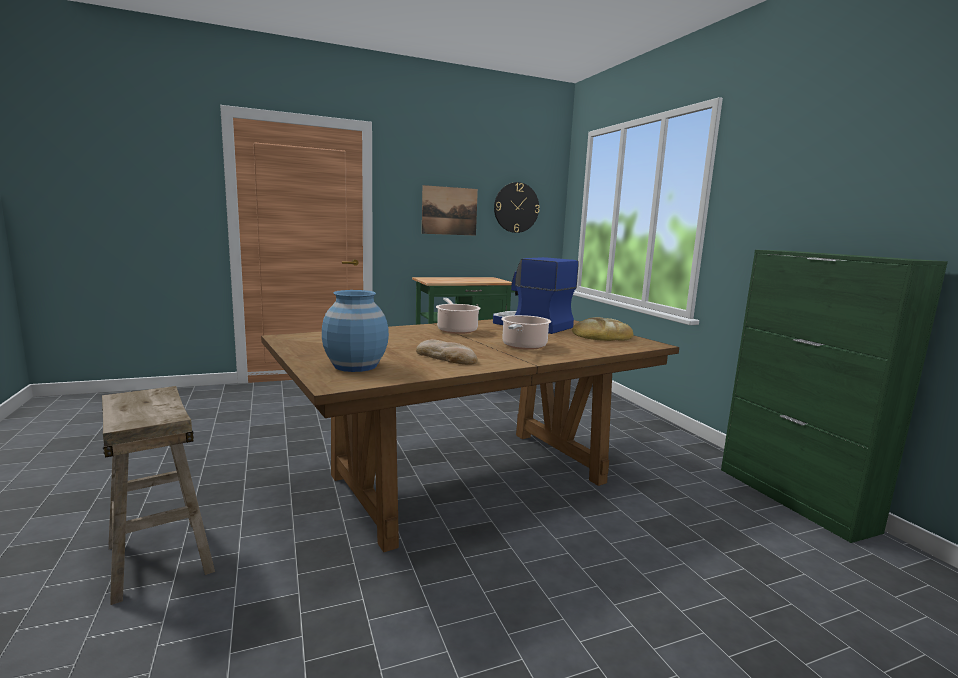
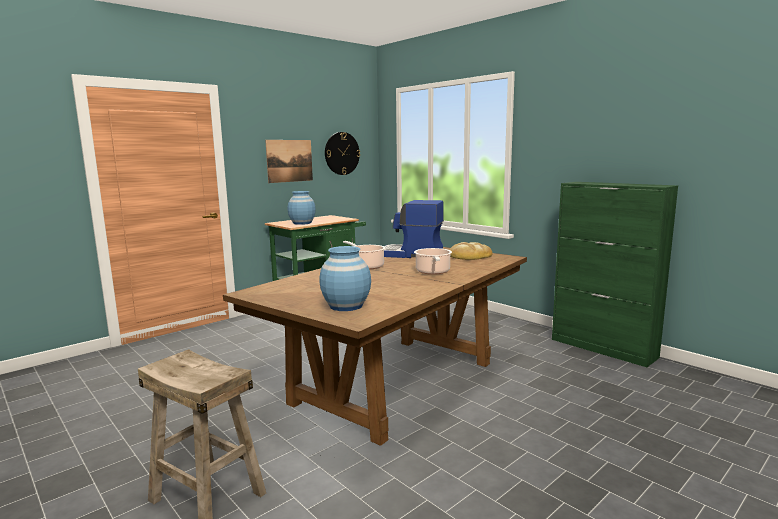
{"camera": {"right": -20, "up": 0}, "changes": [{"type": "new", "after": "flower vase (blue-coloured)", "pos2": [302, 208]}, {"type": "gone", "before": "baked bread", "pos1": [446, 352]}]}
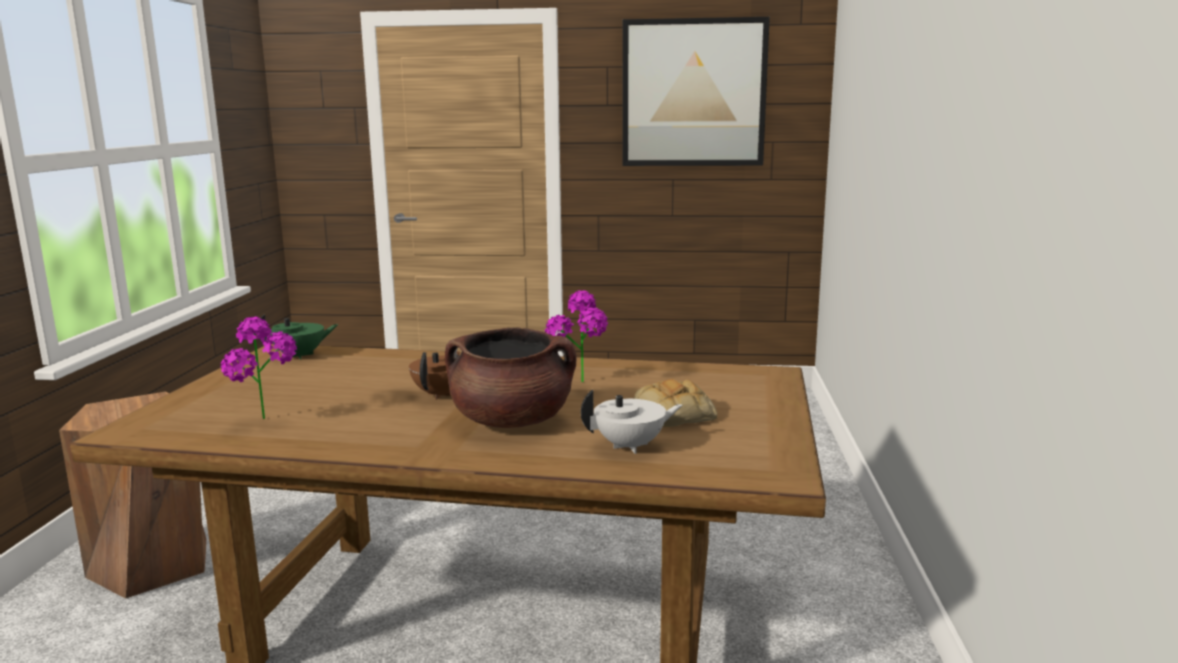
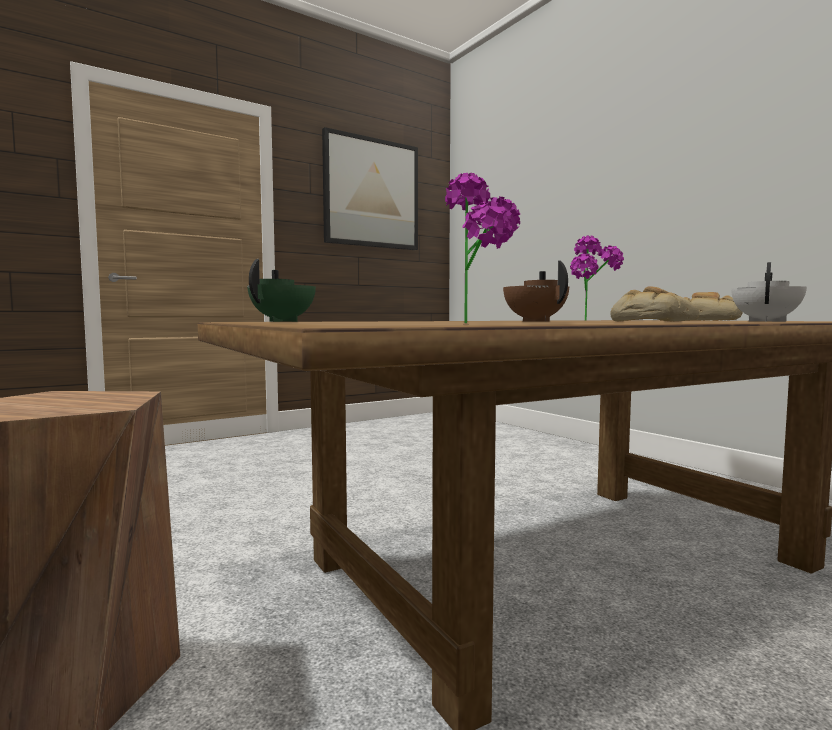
{"camera": {"right": -40, "up": -10}, "changes": [{"type": "swapped", "before": "cooking pot (brown)", "after": "baked bread", "pos1": [510, 377], "pos2": [654, 304]}]}
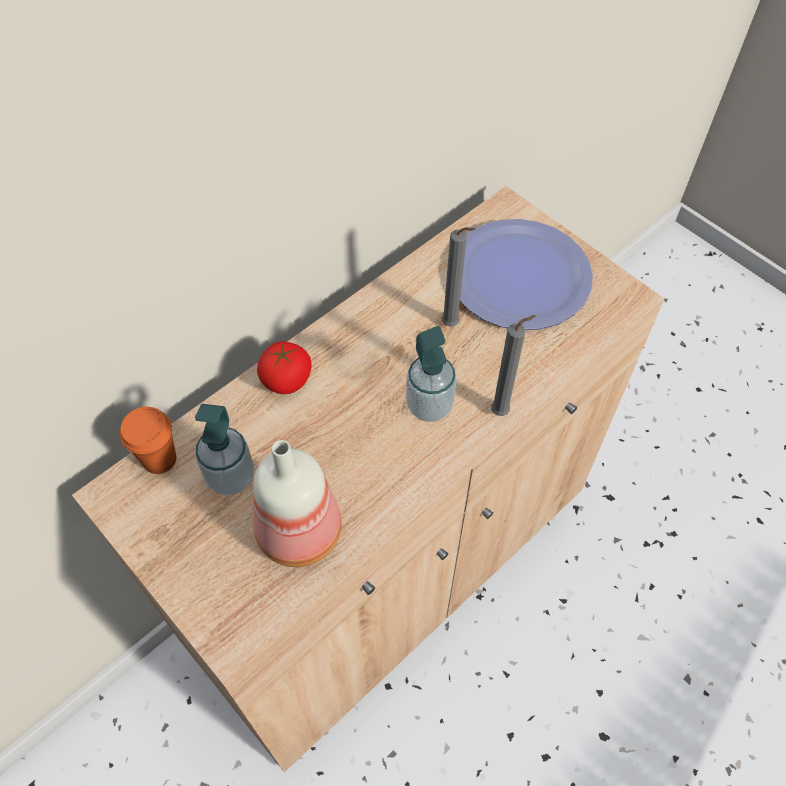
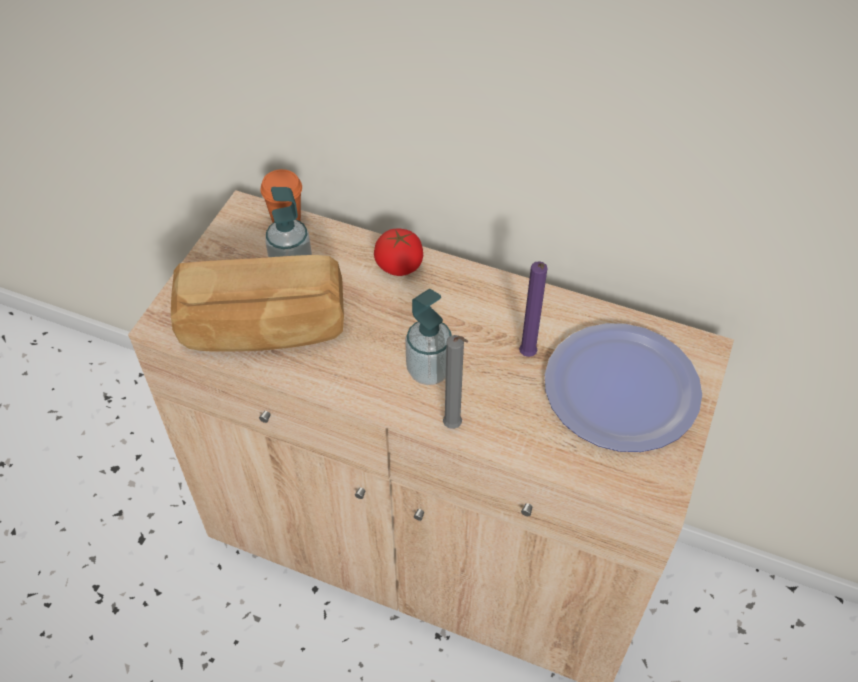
{"camera": {"right": 65, "up": -5}, "changes": [{"type": "swapped", "before": "beverage bottle", "after": "baked bread", "pos1": [297, 503], "pos2": [257, 303]}, {"type": "repainted", "before": "wax light (greyish)", "after": "wax light (purplish)", "pos1": [459, 277], "pos2": [533, 309]}]}
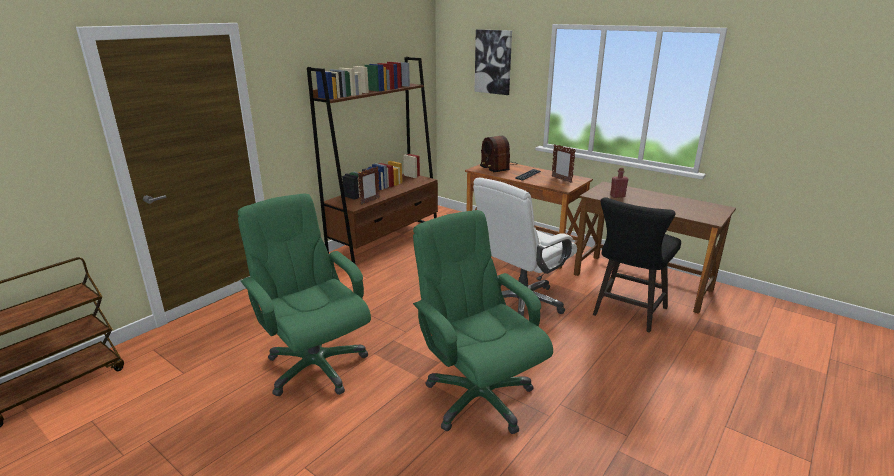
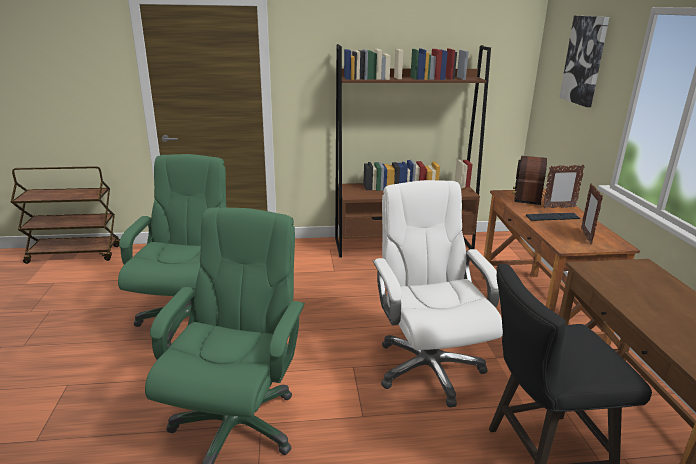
{"camera": {"right": 45, "up": 0}, "changes": [{"type": "rotated", "before": "computer chair (whitish)", "pos1": [525, 247], "pos2": [437, 294], "turn": 75}, {"type": "shifted", "before": "standing frame", "pos1": [369, 185], "pos2": [564, 186]}, {"type": "gone", "before": "beverage bottle (red)", "pos1": [619, 182]}]}
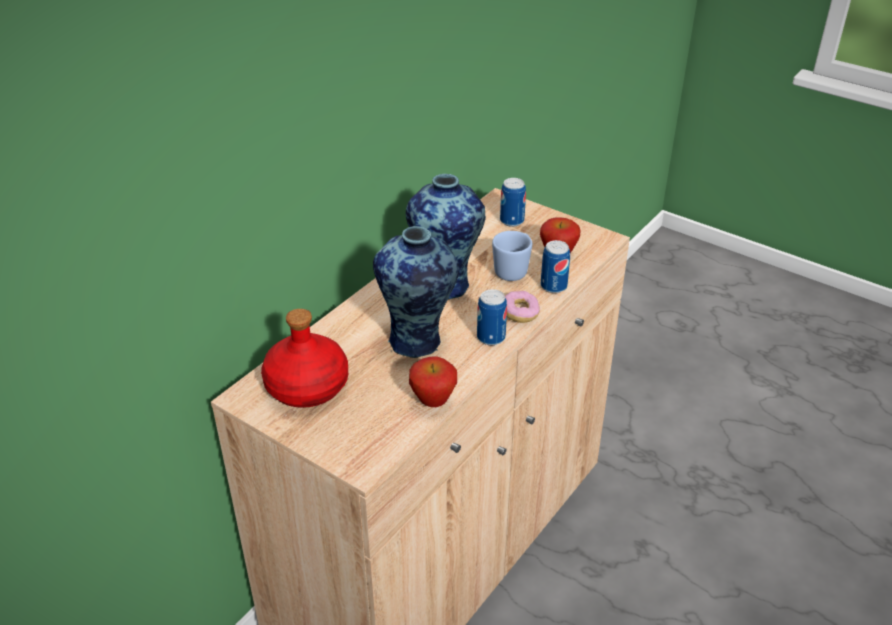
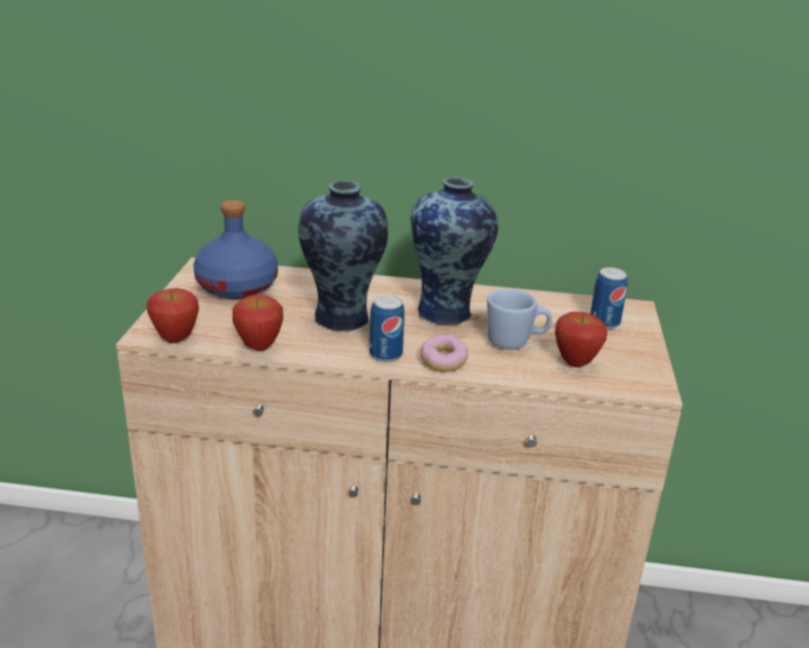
{"camera": {"right": 60, "up": -10}, "changes": [{"type": "new", "after": "apple", "pos2": [173, 315]}, {"type": "repainted", "before": "beverage bottle (red)", "after": "beverage bottle (blue-coloured)", "pos1": [304, 358], "pos2": [235, 249]}, {"type": "gone", "before": "metal can", "pos1": [555, 266]}]}
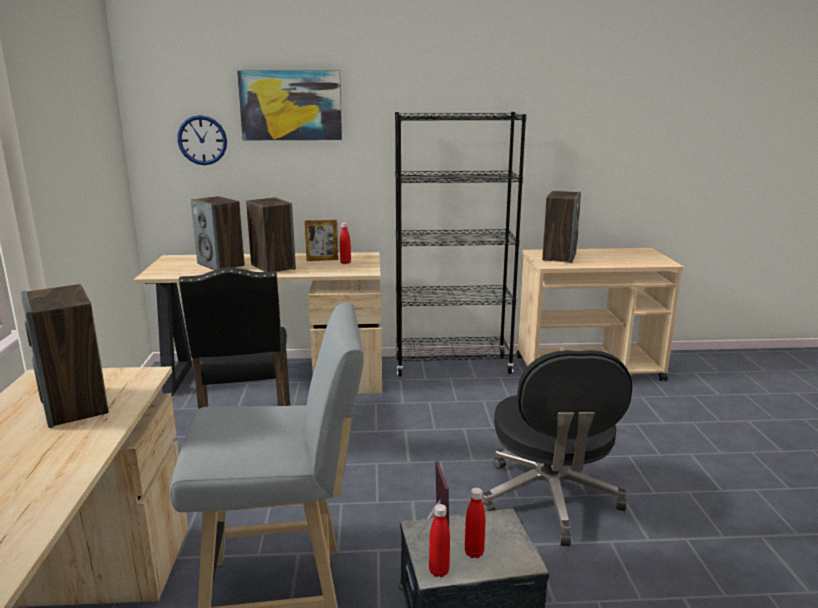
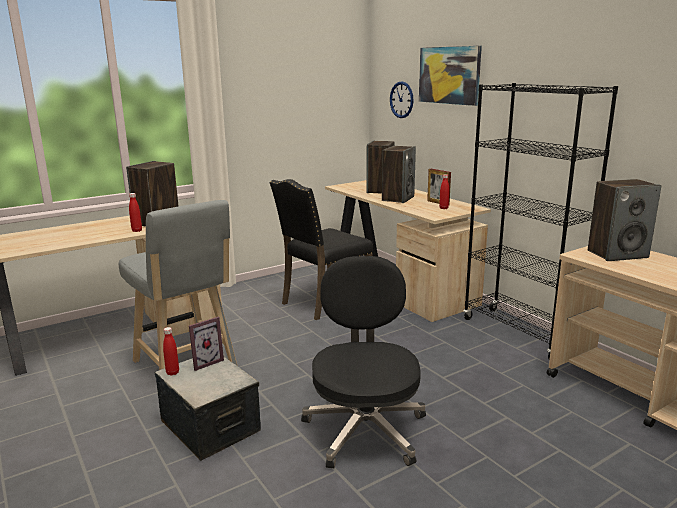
{"camera": {"right": 60, "up": 0}, "changes": [{"type": "shifted", "before": "beverage bottle (red)", "pos1": [475, 523], "pos2": [135, 212]}, {"type": "rotated", "before": "computer chair (black)", "pos1": [558, 448], "pos2": [363, 362], "turn": 120}]}
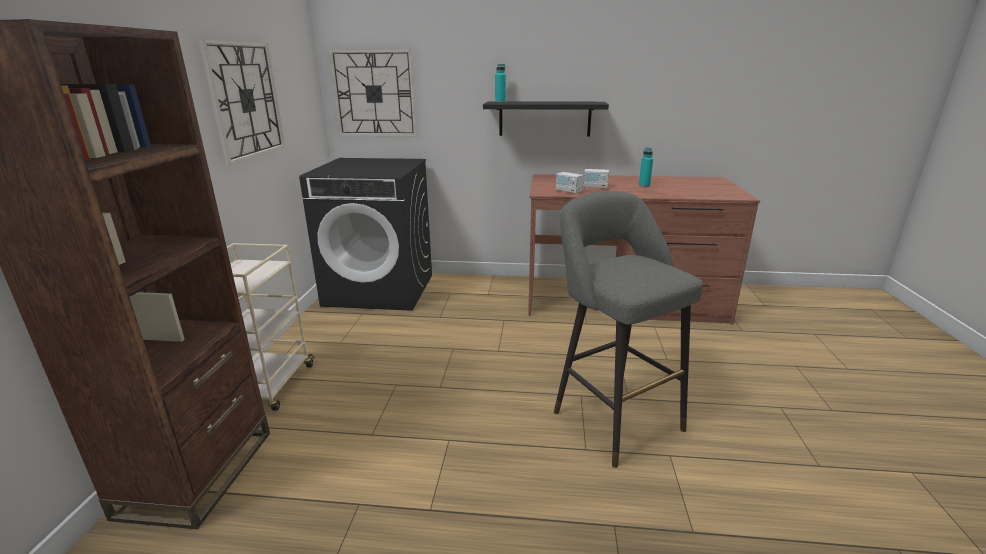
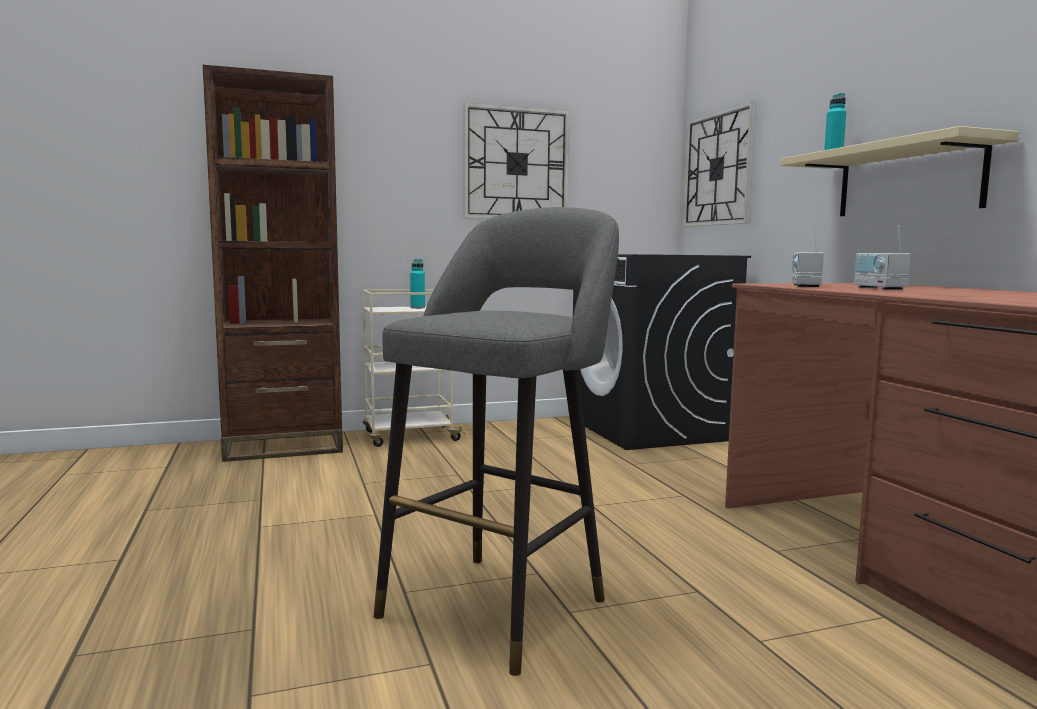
{"camera": {"right": 65, "up": -15}, "changes": [{"type": "shifted", "before": "beverage bottle (blue-green)", "pos1": [646, 167], "pos2": [417, 284]}, {"type": "repainted", "before": "bracket shelf (black)", "after": "bracket shelf (beige-coloured)", "pos1": [546, 119], "pos2": [900, 171]}]}
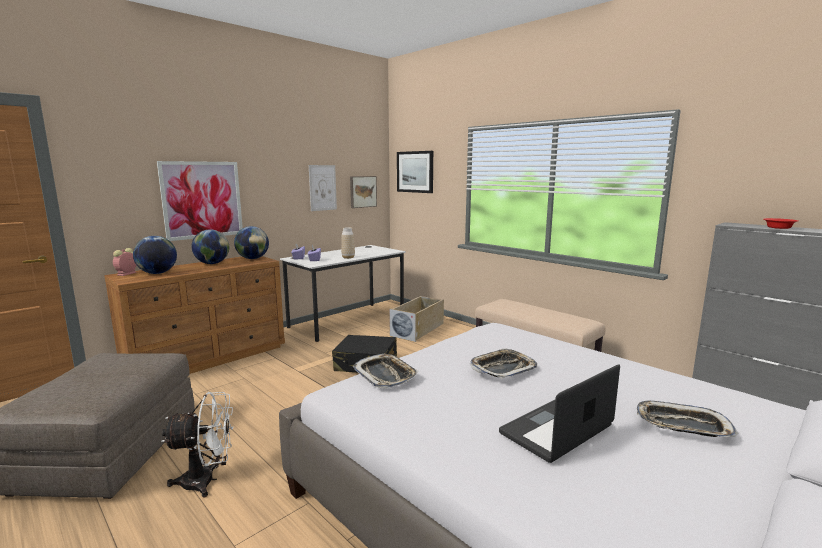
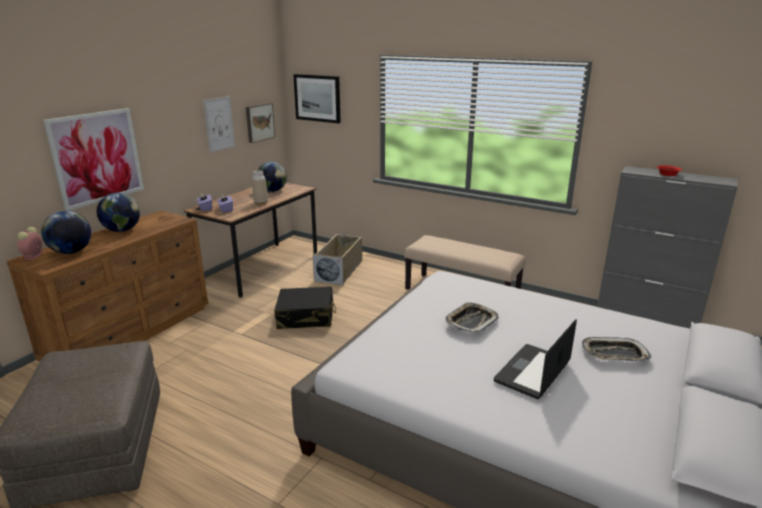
{"camera": {"right": -15, "up": 10}, "changes": [{"type": "repainted", "before": "desk (whitish)", "after": "desk (brown)", "pos1": [343, 293], "pos2": [250, 240]}, {"type": "shifted", "before": "world globe", "pos1": [251, 242], "pos2": [272, 177]}, {"type": "gone", "before": "cooling fan (whitish)", "pos1": [197, 445]}, {"type": "gone", "before": "carrying tray", "pos1": [385, 371]}]}
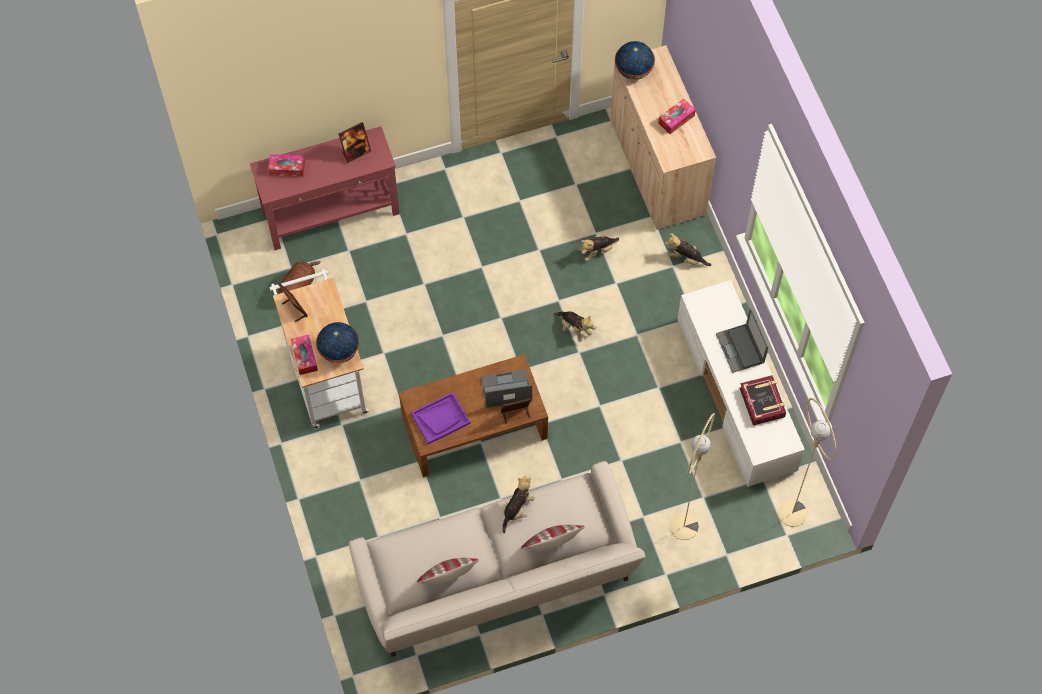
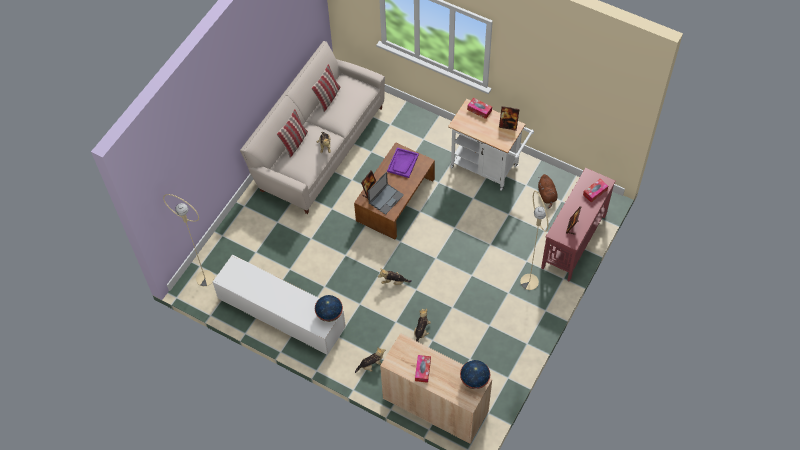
{"camera": {"right": 140, "up": -5}, "changes": [{"type": "shifted", "before": "world globe", "pos1": [337, 342], "pos2": [329, 308]}, {"type": "shifted", "before": "floor lamp (beige-coloured)", "pos1": [692, 476], "pos2": [534, 240]}, {"type": "gone", "before": "portable computer", "pos1": [742, 340]}, {"type": "gone", "before": "volume", "pos1": [763, 400]}]}
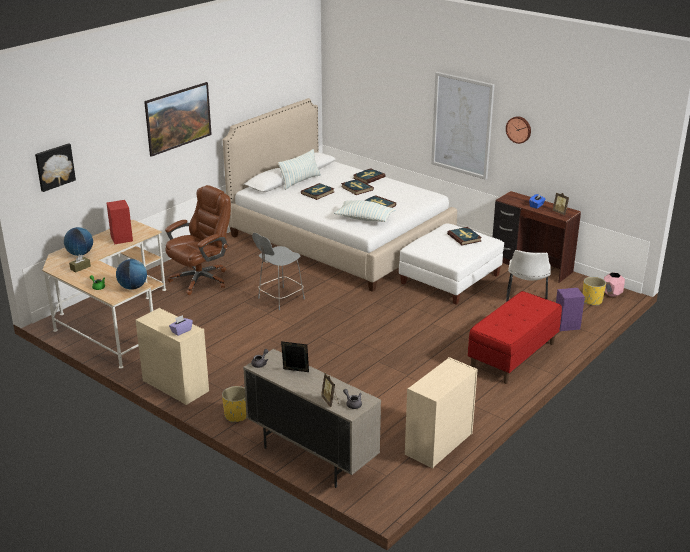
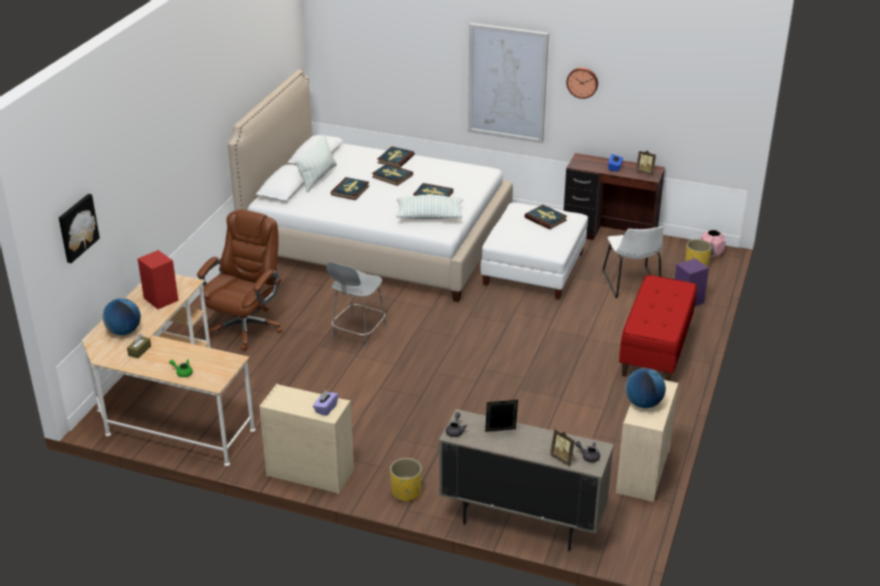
{"camera": {"right": -20, "up": 5}, "changes": [{"type": "shifted", "before": "world globe", "pos1": [131, 274], "pos2": [645, 388]}, {"type": "gone", "before": "picture", "pos1": [178, 119]}]}
